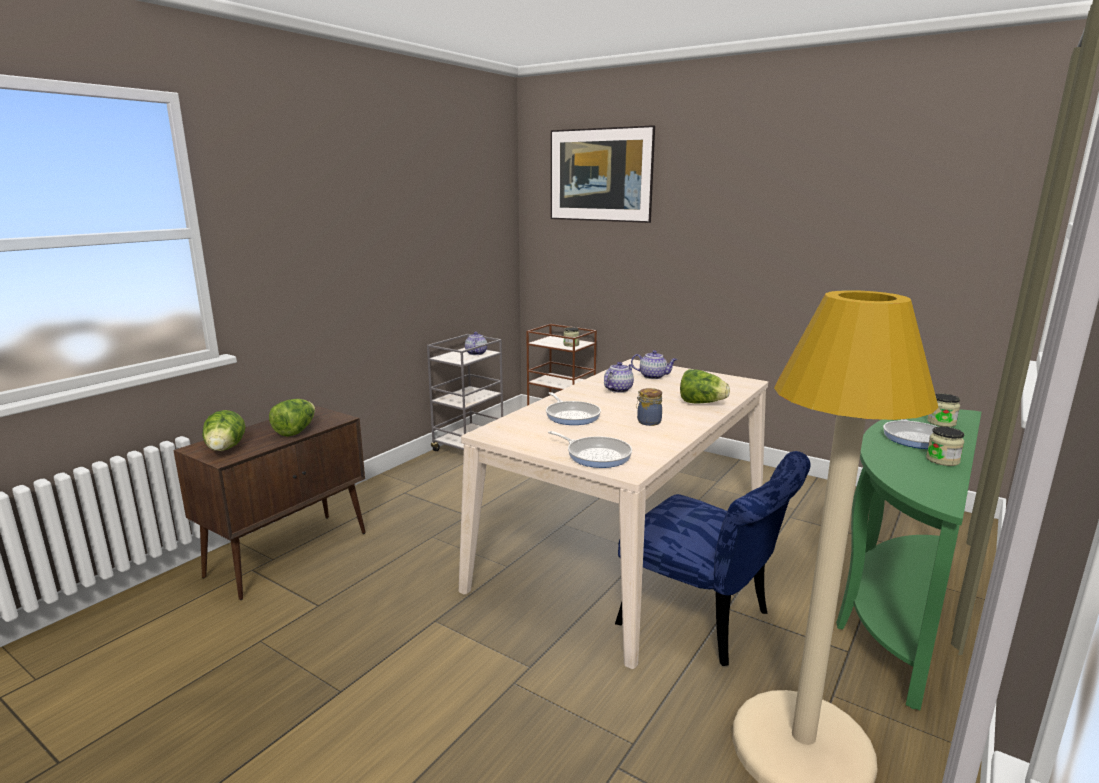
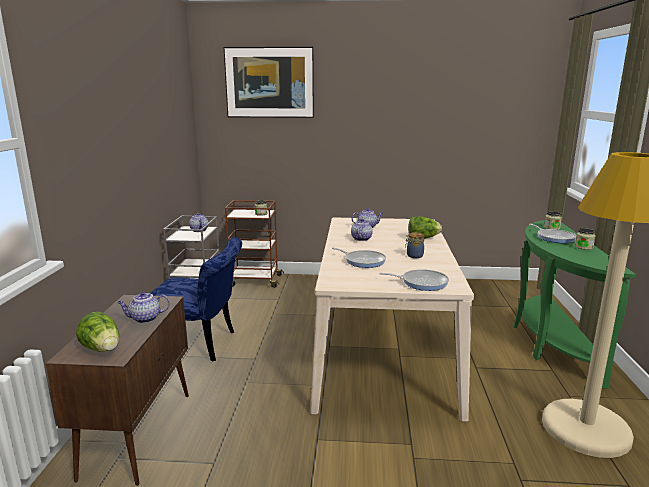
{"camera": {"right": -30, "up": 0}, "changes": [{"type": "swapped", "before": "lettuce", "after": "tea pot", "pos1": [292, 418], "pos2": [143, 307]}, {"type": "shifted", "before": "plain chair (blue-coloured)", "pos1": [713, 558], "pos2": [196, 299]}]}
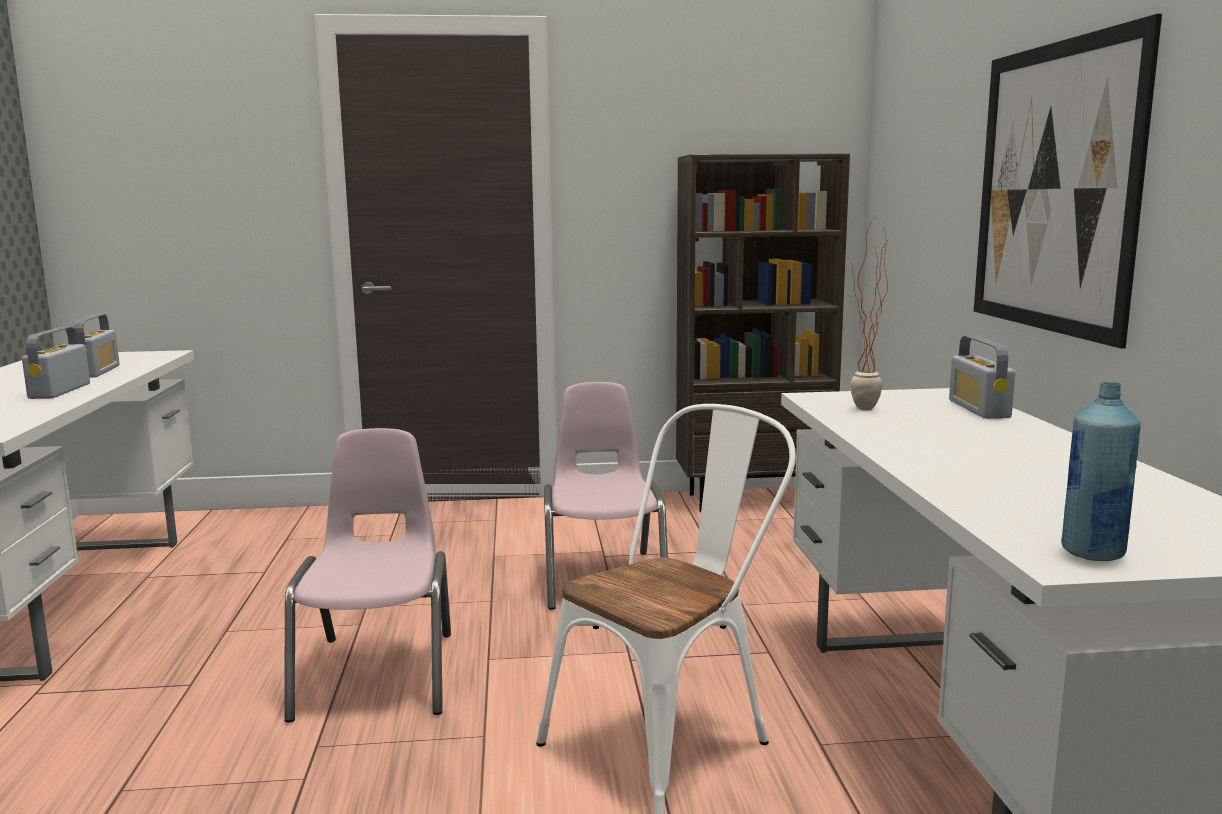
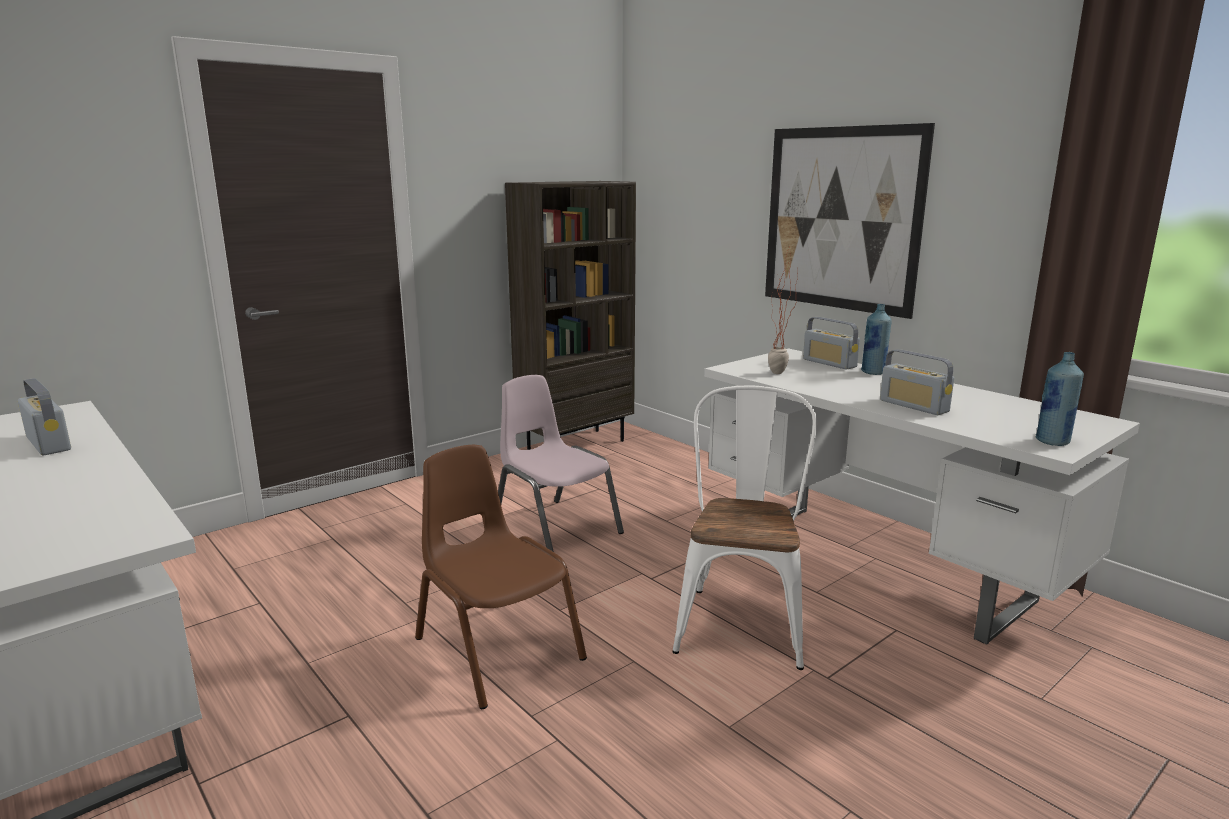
{"camera": {"right": -35, "up": 5}, "changes": [{"type": "repainted", "before": "plain chair (pink)", "after": "plain chair (brown)", "pos1": [367, 575], "pos2": [501, 577]}, {"type": "new", "after": "beverage bottle (blue-coloured)", "pos2": [876, 339]}, {"type": "shifted", "before": "radio receiver", "pos1": [56, 363], "pos2": [917, 382]}]}
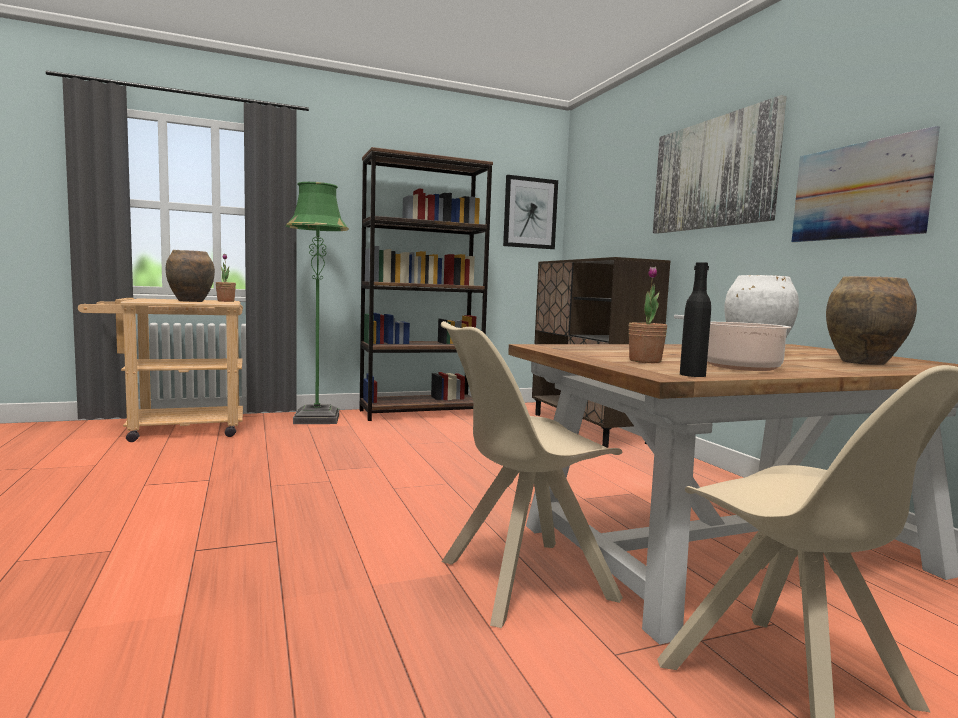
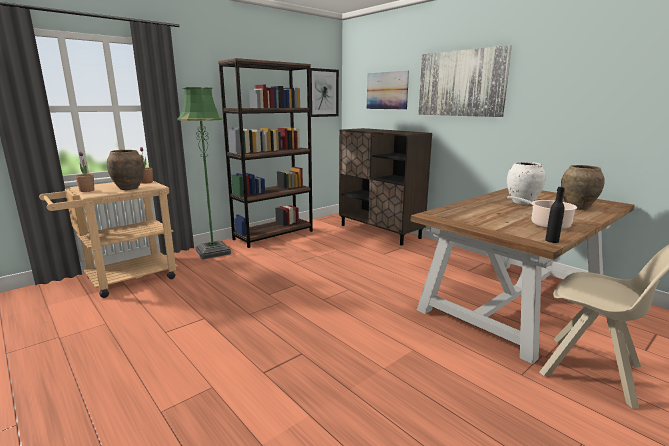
{"camera": {"right": -20, "up": 10}, "changes": [{"type": "shifted", "before": "houseplant", "pos1": [647, 315], "pos2": [84, 172]}, {"type": "shifted", "before": "picture", "pos1": [866, 184], "pos2": [388, 90]}, {"type": "gone", "before": "plain chair (beige-coloured)", "pos1": [532, 474]}]}
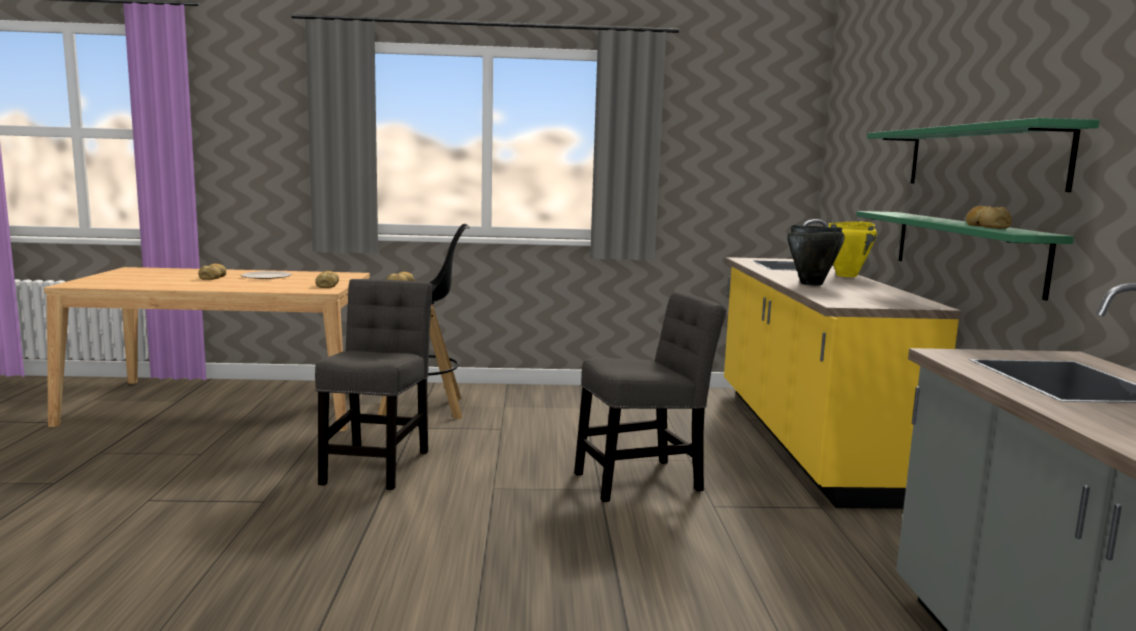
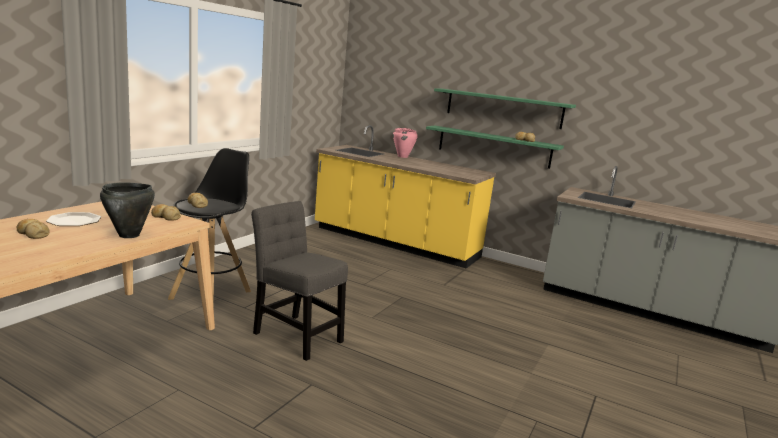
{"camera": {"right": -60, "up": 5}, "changes": [{"type": "shifted", "before": "cooking pot (black)", "pos1": [816, 255], "pos2": [127, 210]}, {"type": "repainted", "before": "cooking pot (yellowish)", "after": "cooking pot (pink)", "pos1": [852, 249], "pos2": [405, 143]}, {"type": "gone", "before": "plain chair (greyish)", "pos1": [650, 396]}]}
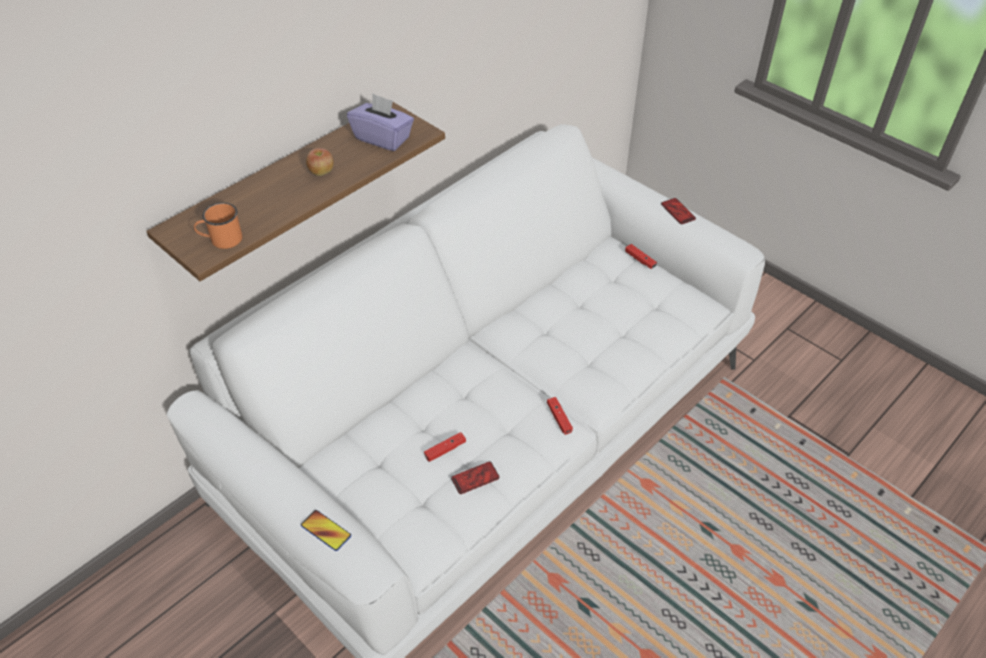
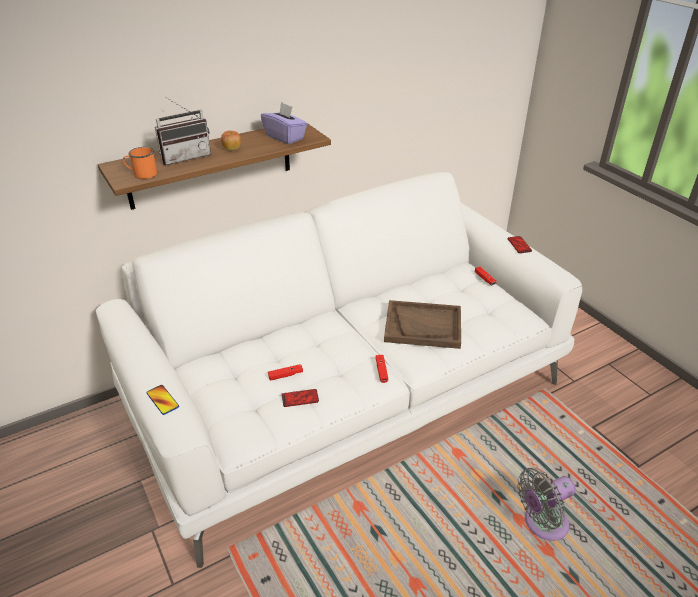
{"camera": {"right": 15, "up": -10}, "changes": [{"type": "new", "after": "radio receiver", "pos2": [183, 131]}, {"type": "new", "after": "carrying tray (brown)", "pos2": [422, 324]}, {"type": "new", "after": "cooling fan (greyish)", "pos2": [546, 504]}]}
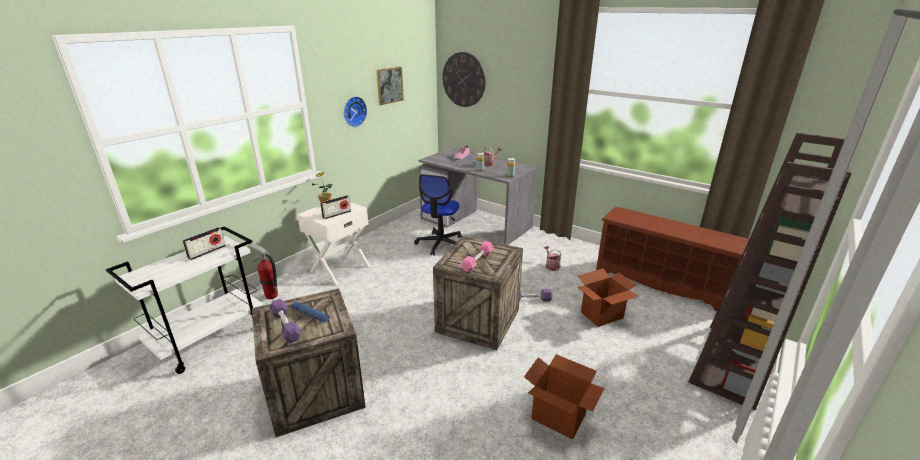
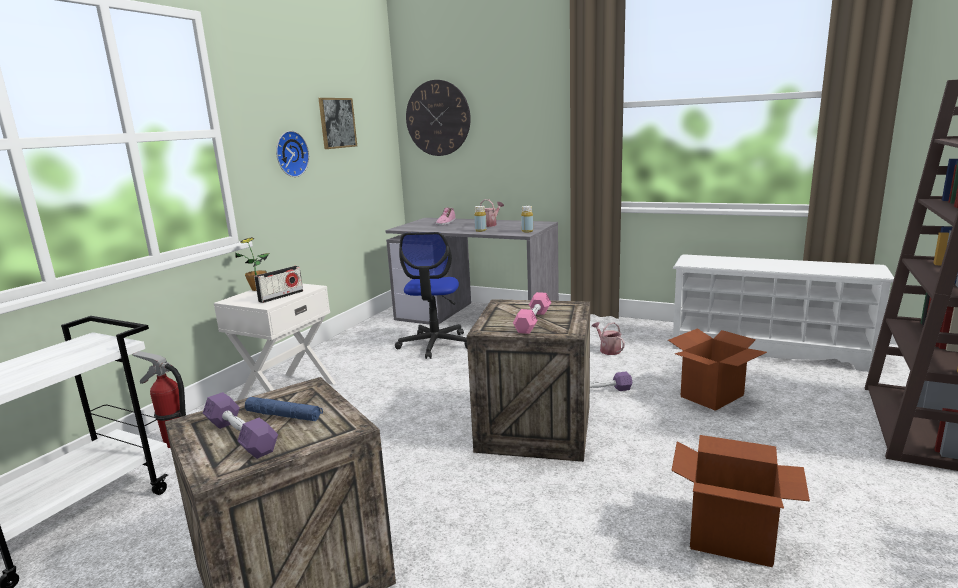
{"camera": {"right": -10, "up": -10}, "changes": [{"type": "repainted", "before": "shoe stand (brown)", "after": "shoe stand (whitish)", "pos1": [672, 259], "pos2": [783, 313]}, {"type": "gone", "before": "radio receiver", "pos1": [204, 243]}]}
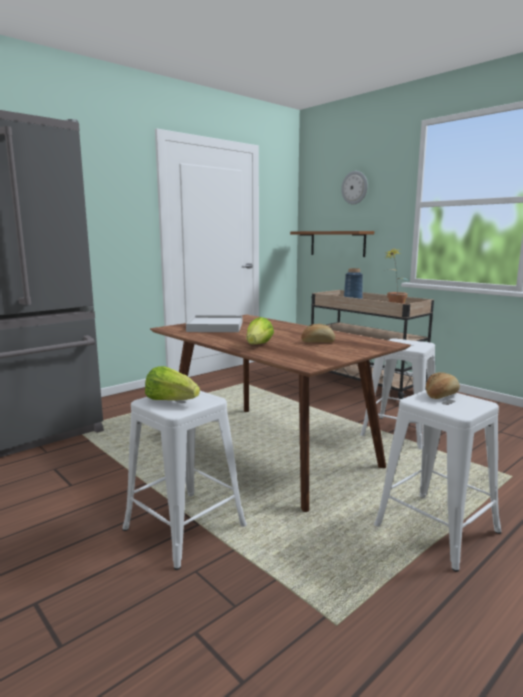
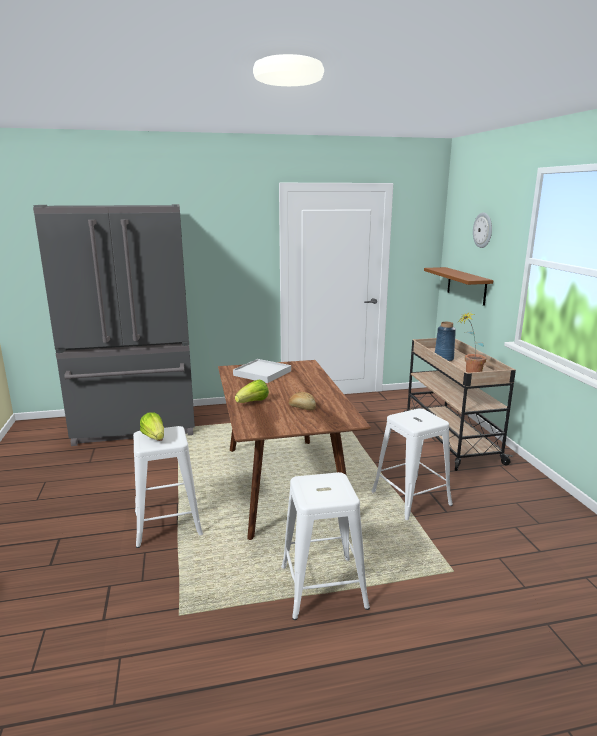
{"camera": {"right": 30, "up": 5}, "changes": [{"type": "gone", "before": "baked bread", "pos1": [443, 385]}]}
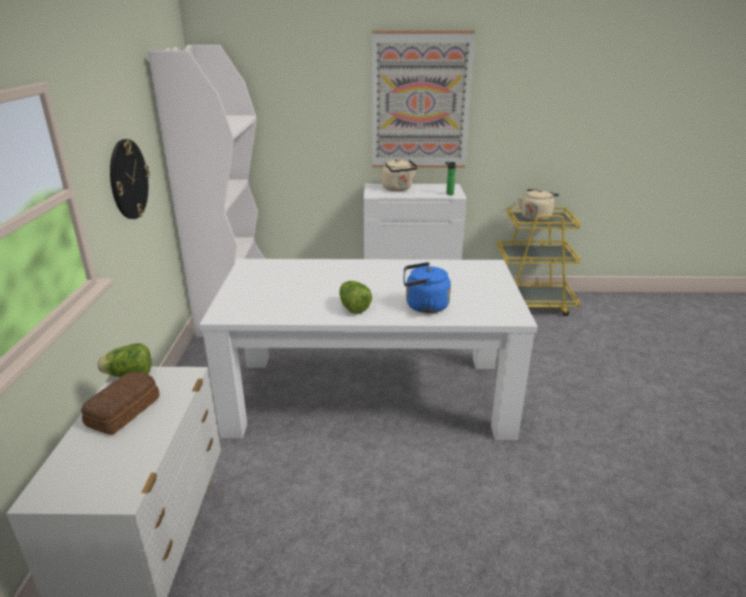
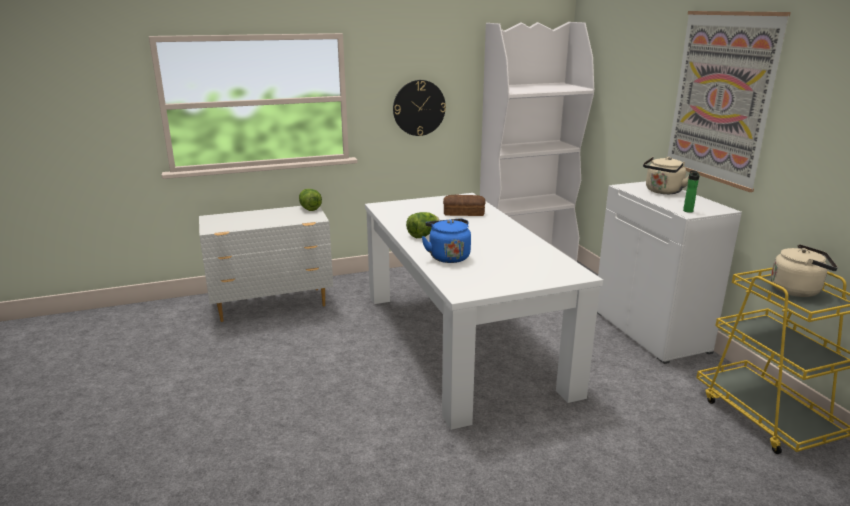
{"camera": {"right": 70, "up": -5}, "changes": [{"type": "shifted", "before": "baked bread", "pos1": [120, 403], "pos2": [464, 205]}]}
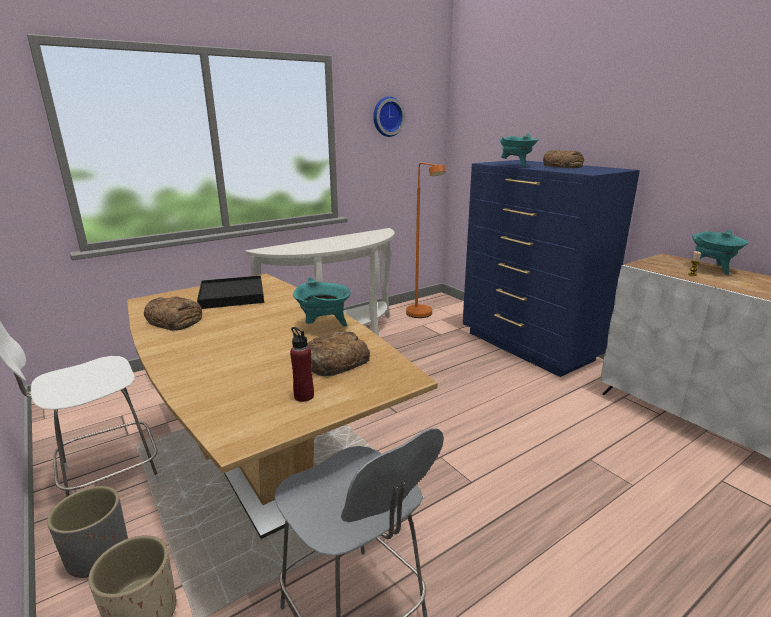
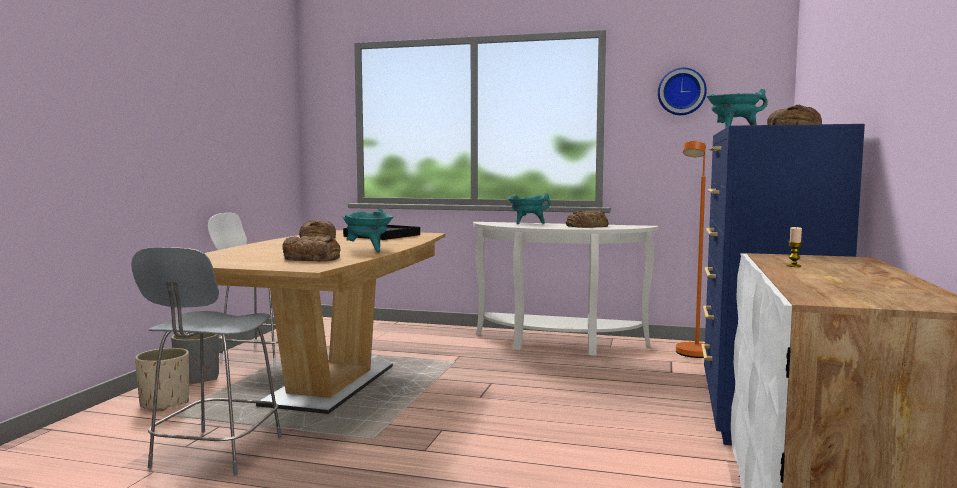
{"camera": {"right": 50, "up": -15}, "changes": [{"type": "shifted", "before": "cooking pot (blue-green)", "pos1": [720, 252], "pos2": [529, 208]}, {"type": "new", "after": "baked bread", "pos2": [587, 219]}, {"type": "gone", "before": "beverage bottle (red)", "pos1": [302, 364]}]}
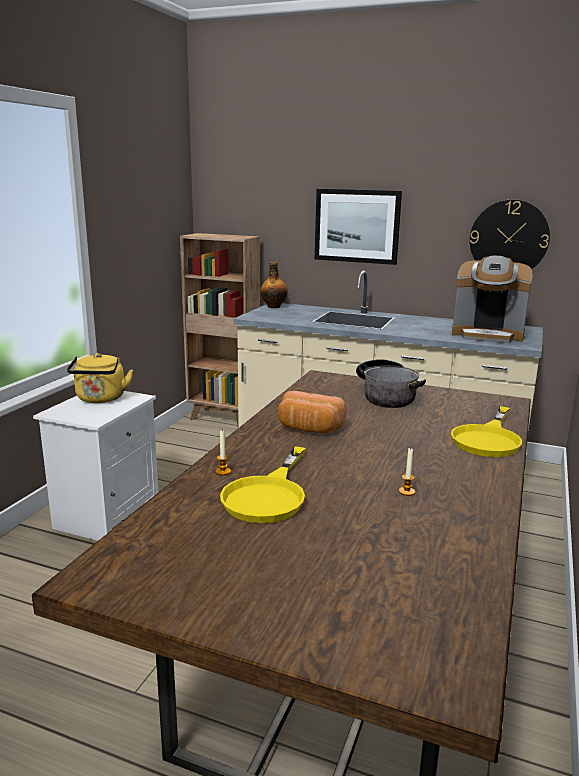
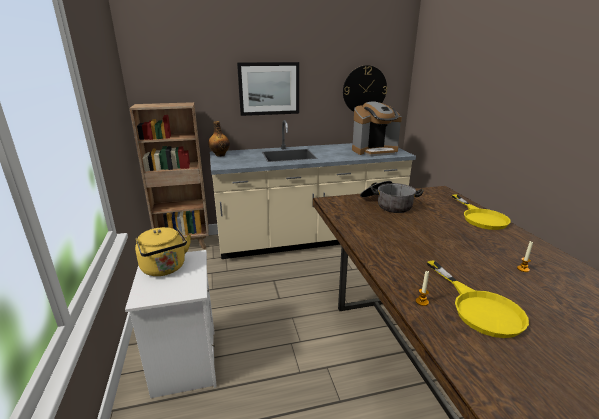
{"camera": {"right": -35, "up": 5}, "changes": [{"type": "gone", "before": "baked bread", "pos1": [312, 412]}]}
